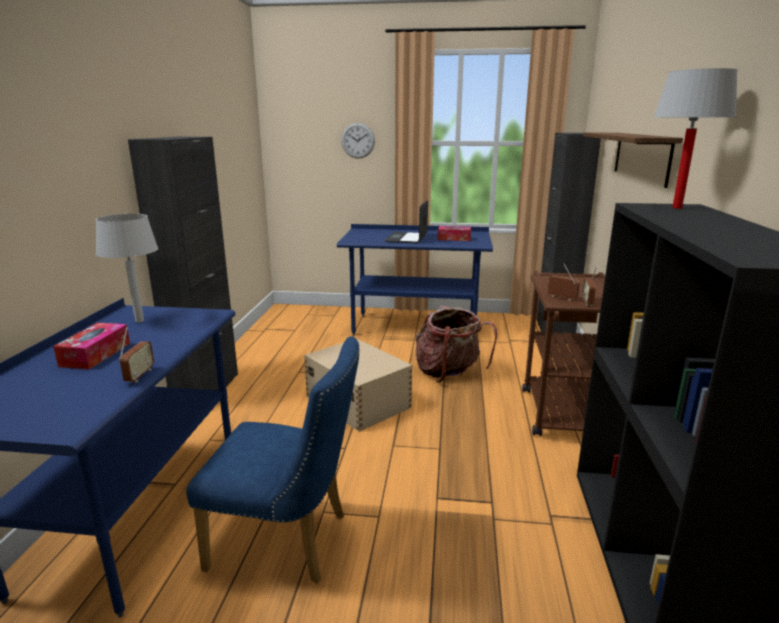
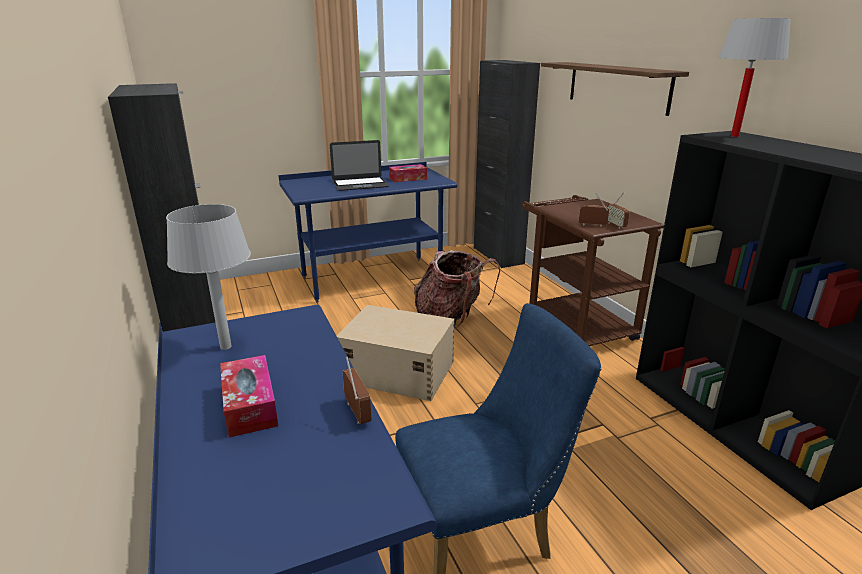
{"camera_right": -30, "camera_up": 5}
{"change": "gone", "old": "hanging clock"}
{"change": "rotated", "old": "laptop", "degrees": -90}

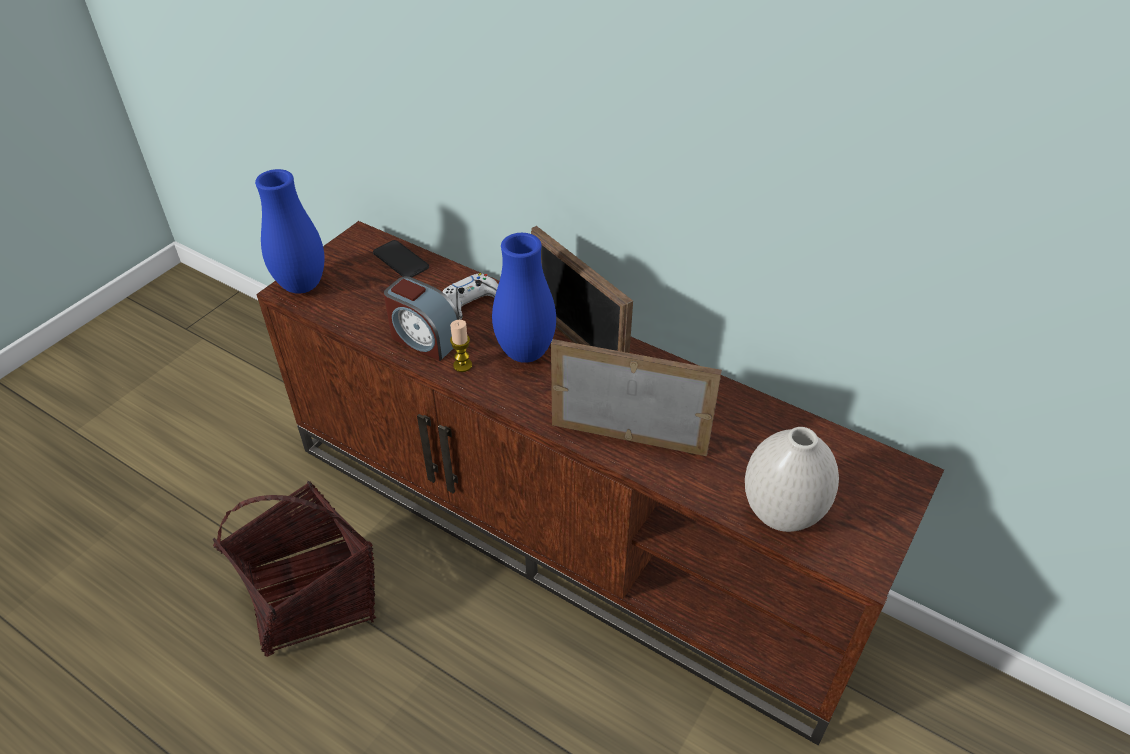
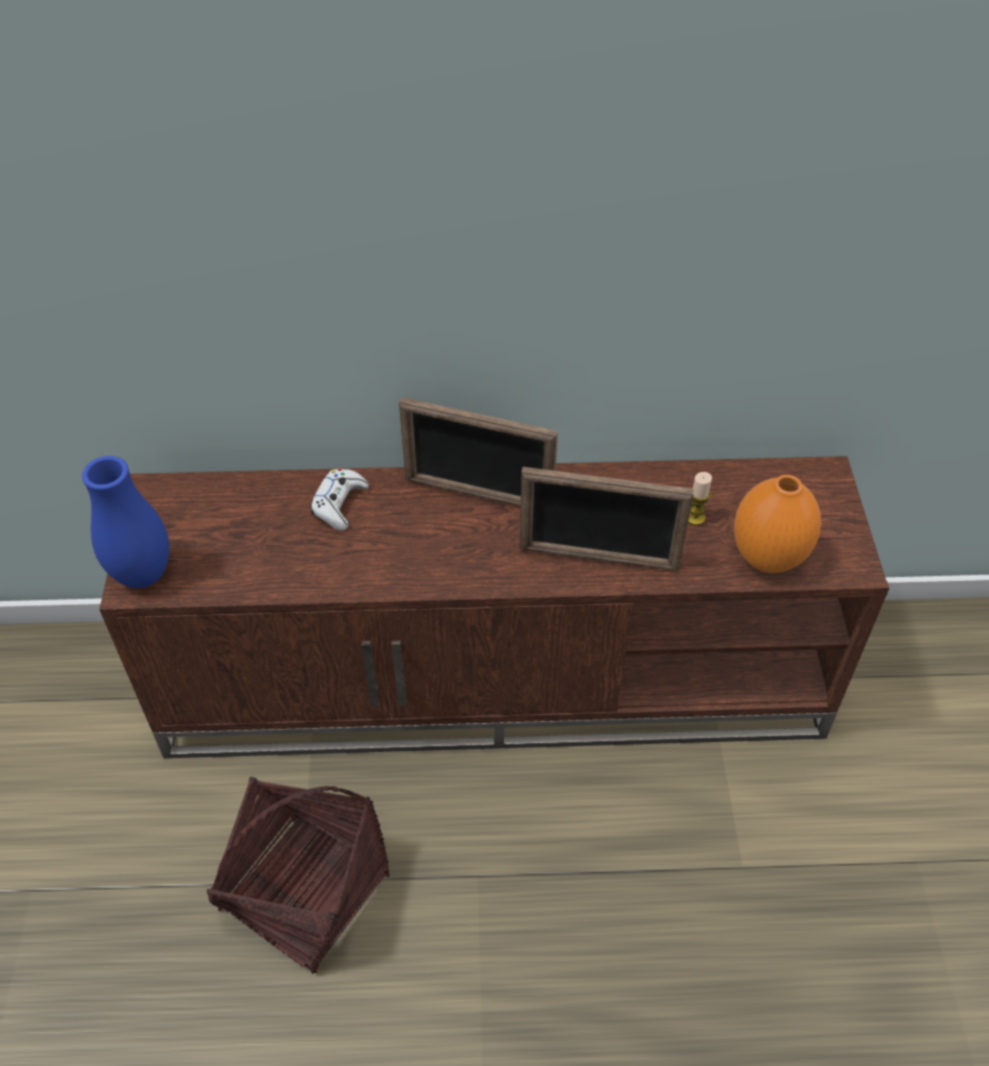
{"camera_right": -35, "camera_up": 5}
{"change": "gone", "old": "handset"}
{"change": "gone", "old": "table clock"}
{"change": "gone", "old": "blue decorative vase (no. 2 from left)"}
{"change": "shifted", "old": "wax light"}
{"change": "repainted", "old": "white-coloured decorative vase", "new": "orangey decorative vase"}
{"change": "rotated", "old": "picture frame (no. 2 from left)", "degrees": -150}

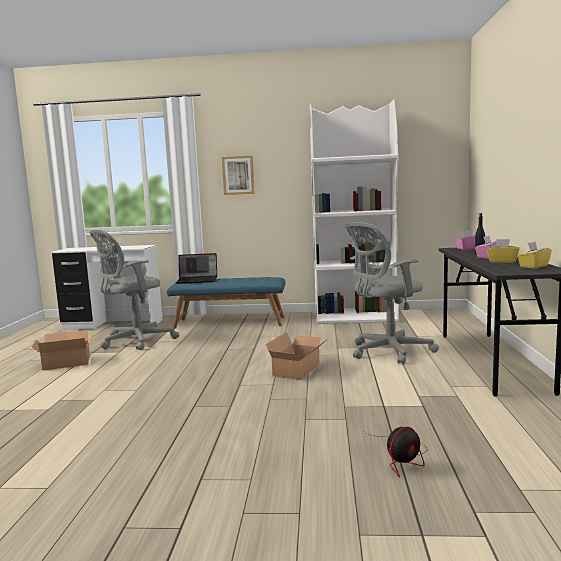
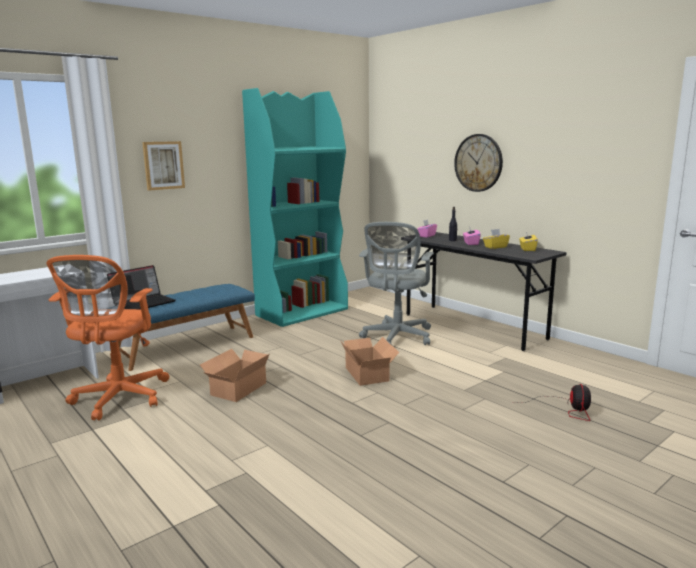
{"camera_right": -45, "camera_up": 5}
{"change": "new", "new": "hanging clock"}
{"change": "shifted", "old": "cardboard box (no. 1 from left)"}
{"change": "repainted", "old": "grey office chair (no. 1 from left)", "new": "orangey office chair"}
{"change": "repainted", "old": "white-coloured bookcase", "new": "turquoise bookcase"}

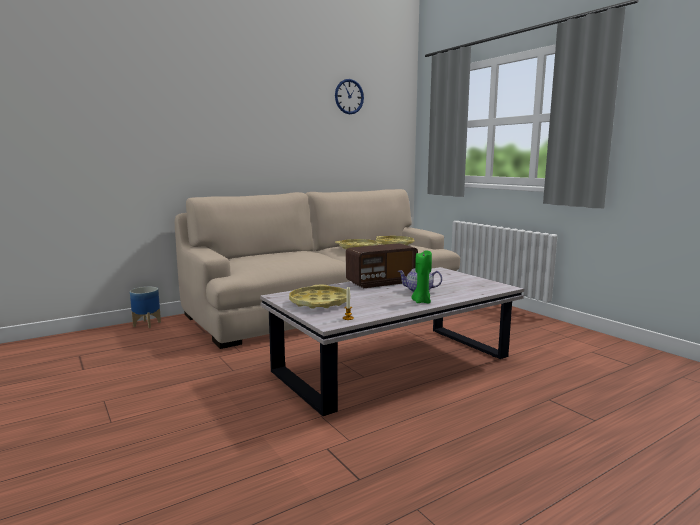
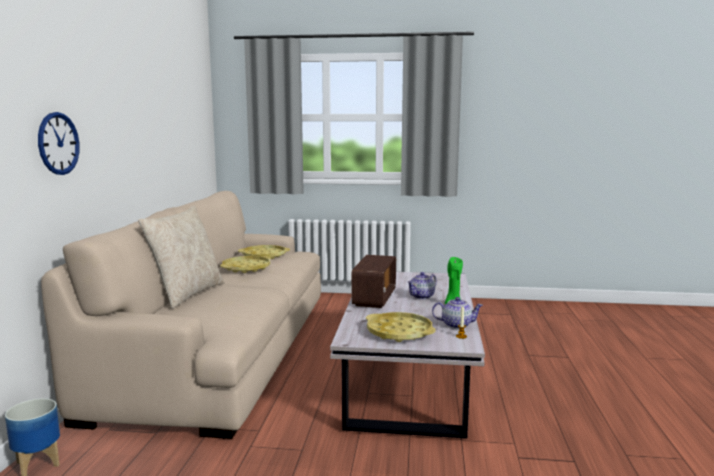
{"camera_right": -50, "camera_up": 0}
{"change": "new", "new": "beige throw pillow"}
{"change": "new", "new": "tea pot (no. 2 from left)"}
{"change": "shifted", "old": "hanging clock"}

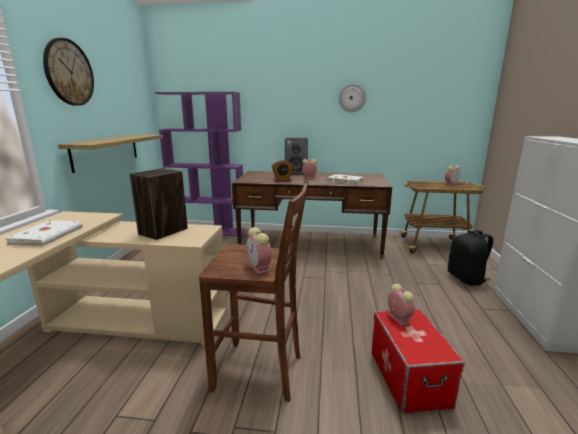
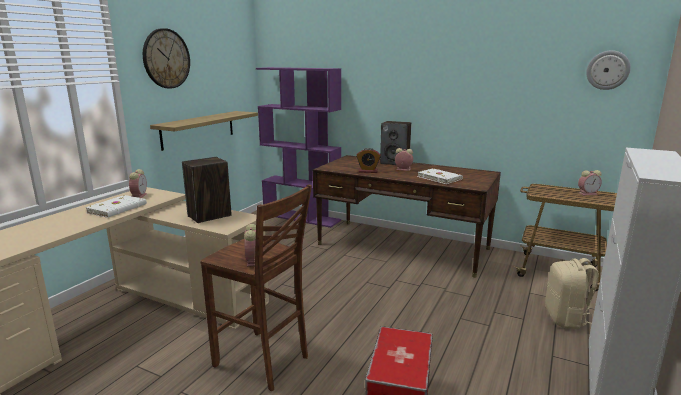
{"camera_right": 20, "camera_up": 0}
{"change": "shifted", "old": "hanging clock (no. 2 from left)"}
{"change": "shifted", "old": "table clock (no. 4 from left in the first image)", "new": "table clock (no. 1 from left)"}
{"change": "repainted", "old": "black-coloured rucksack", "new": "beige rucksack"}

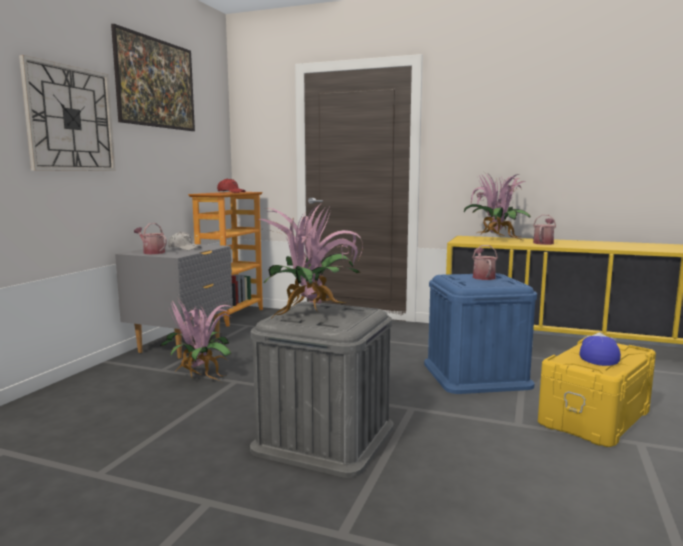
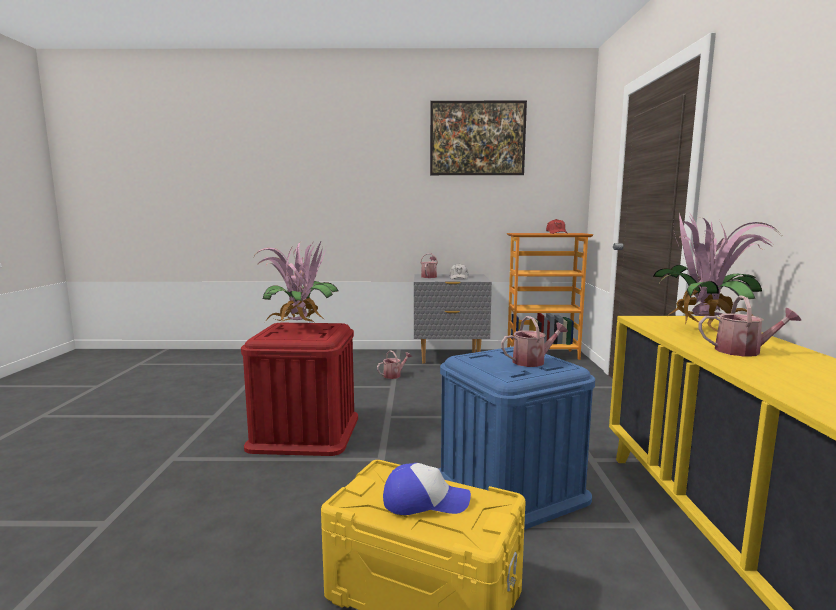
{"camera_right": 70, "camera_up": 0}
{"change": "gone", "old": "hanging clock"}
{"change": "swapped", "old": "potted plant (no. 1 from left)", "new": "watering pot (no. 1 from left)"}
{"change": "repainted", "old": "grey storage bin", "new": "red-coloured storage bin"}

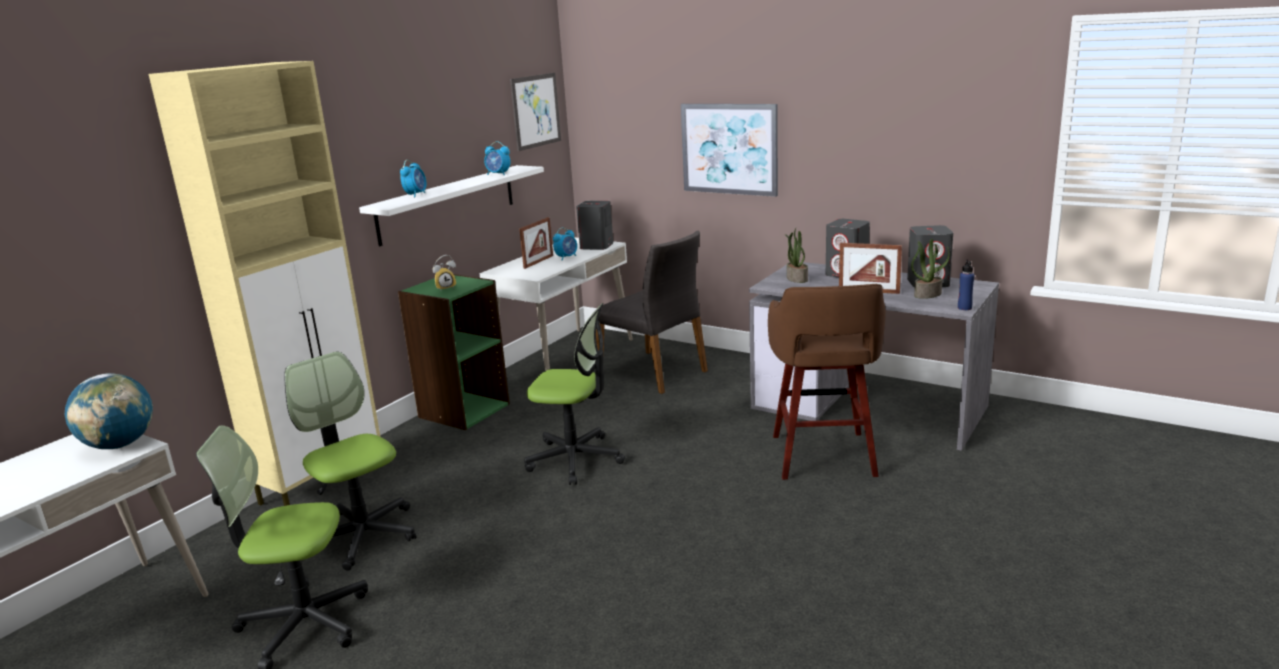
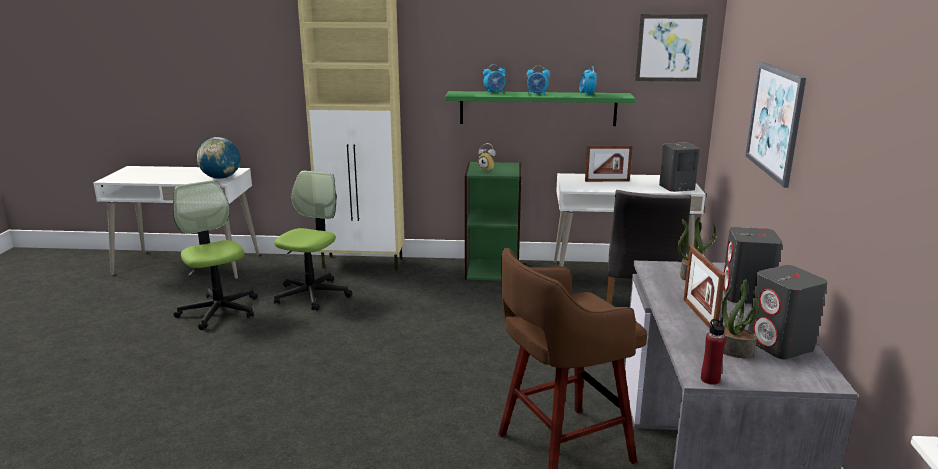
{"camera_right": 60, "camera_up": 0}
{"change": "gone", "old": "office chair (no. 3 from left)"}
{"change": "shifted", "old": "table clock (no. 4 from left in the first image)", "new": "table clock (no. 3 from left)"}
{"change": "repainted", "old": "white-coloured wall shelf", "new": "green-coloured wall shelf"}
{"change": "repainted", "old": "blue bottle", "new": "red-coloured bottle"}

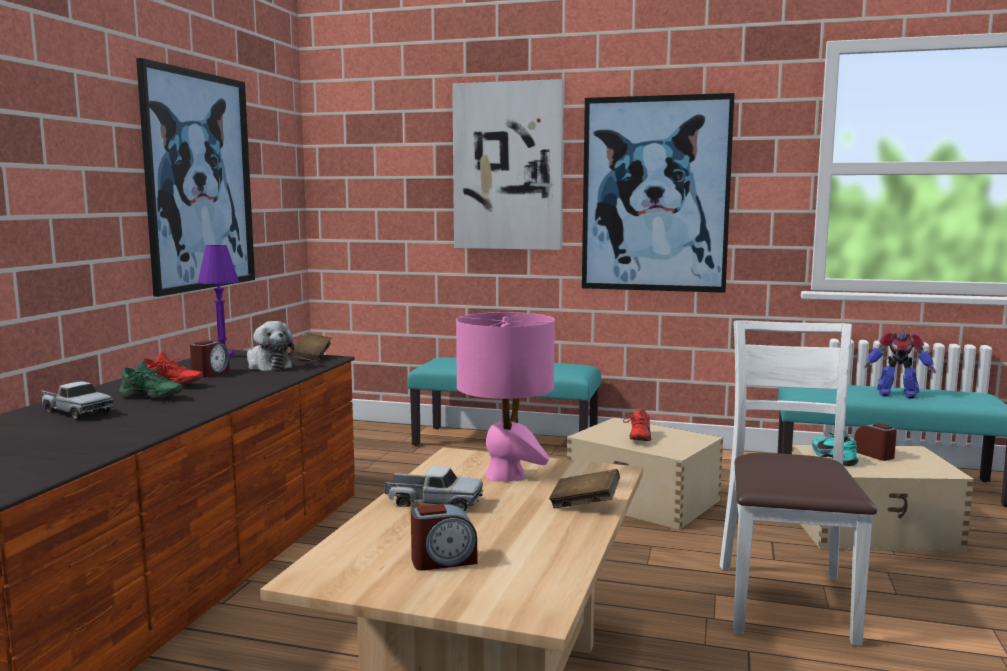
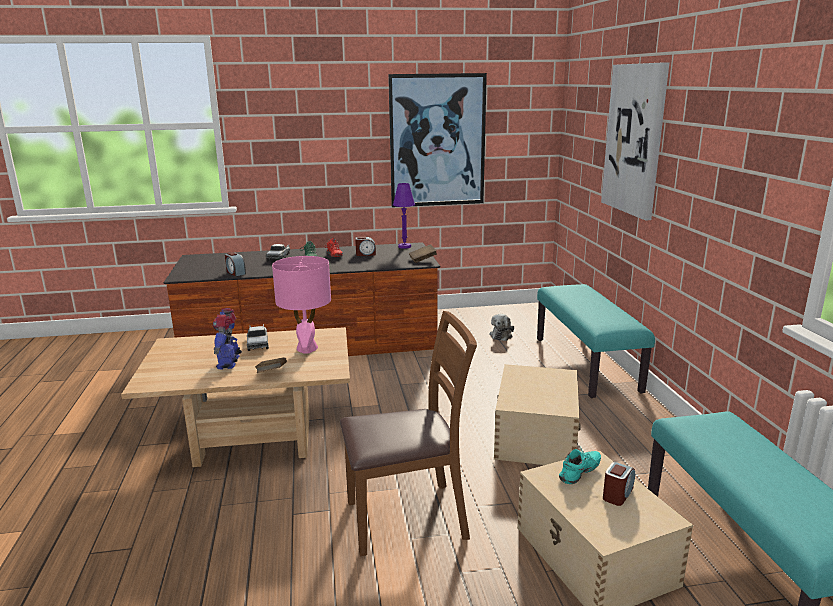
{"camera_right": 65, "camera_up": 10}
{"change": "gone", "old": "picture (no. 3 from left)"}
{"change": "gone", "old": "red-coloured low shoe (no. 2 from left)"}
{"change": "shifted", "old": "soft toy"}
{"change": "shifted", "old": "table clock (no. 2 from left in the first image)", "new": "table clock (no. 1 from left)"}
{"change": "shifted", "old": "model robot"}
{"change": "repainted", "old": "white-coloured upright chair", "new": "brown-coloured upright chair"}

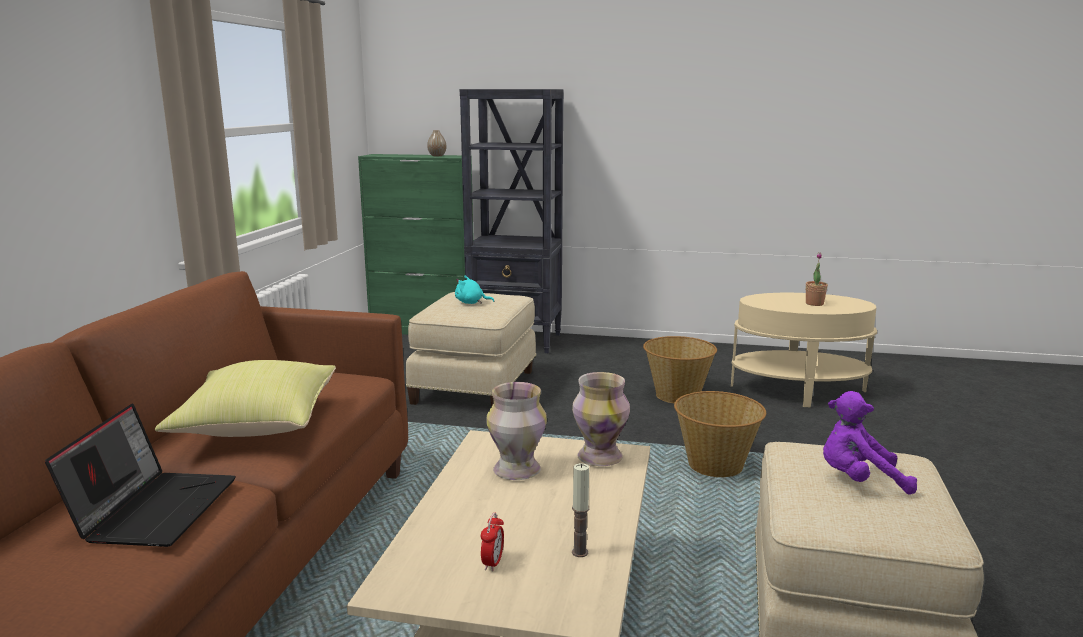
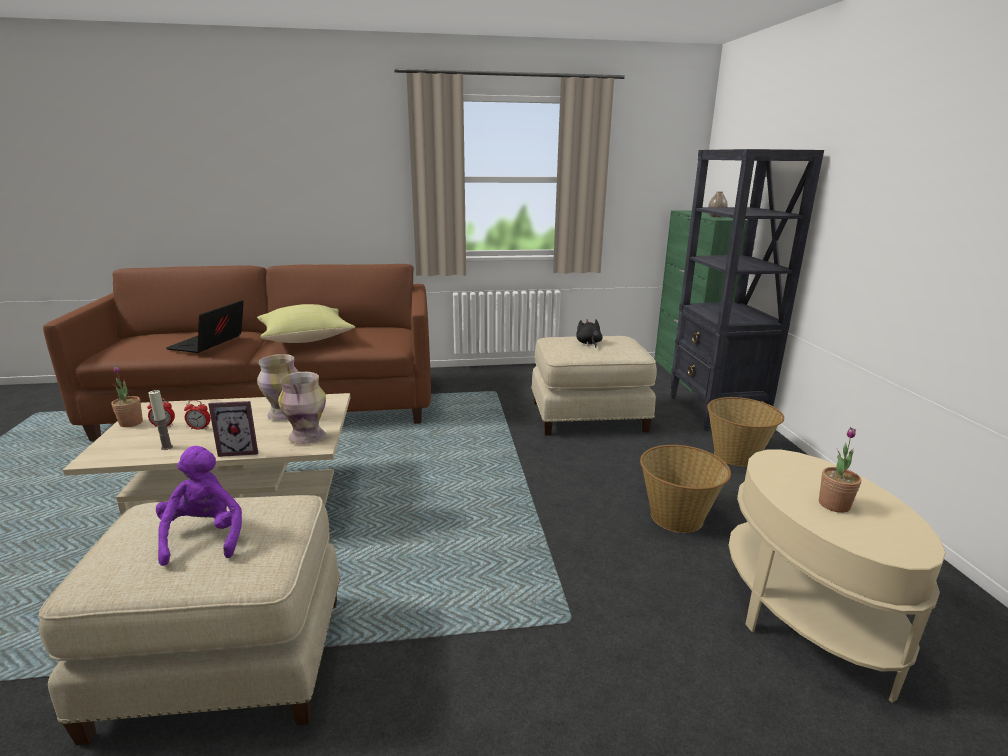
{"camera_right": 70, "camera_up": 5}
{"change": "new", "new": "potted plant (no. 1 from left)"}
{"change": "new", "new": "table clock (no. 2 from left)"}
{"change": "new", "new": "picture frame"}
{"change": "shifted", "old": "storage basket (no. 2 from left)"}
{"change": "repainted", "old": "turquoise soft toy", "new": "black-coloured soft toy"}
{"change": "rotated", "old": "laptop", "degrees": 120}

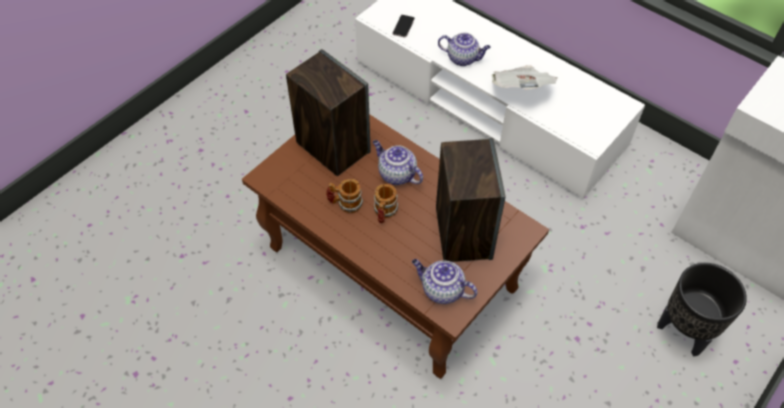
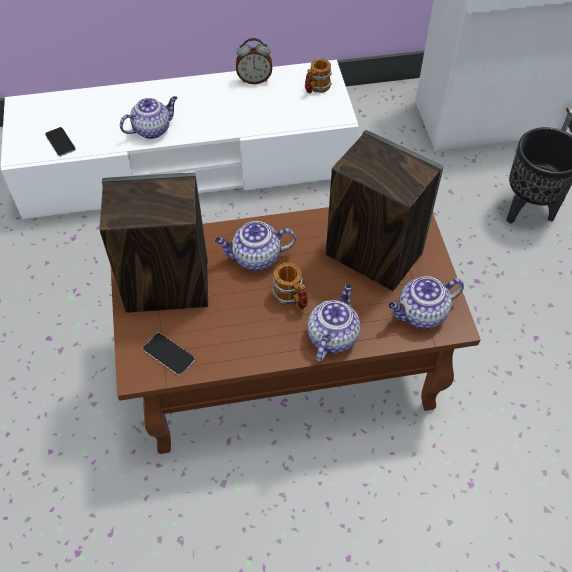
{"camera_right": -50, "camera_up": 0}
{"change": "gone", "old": "daily paper"}
{"change": "new", "new": "handset (no. 2 from left)"}
{"change": "new", "new": "table clock"}
{"change": "new", "new": "tea pot (no. 3 from left)"}
{"change": "shifted", "old": "mug (no. 1 from left in the first image)", "new": "mug (no. 2 from left)"}

